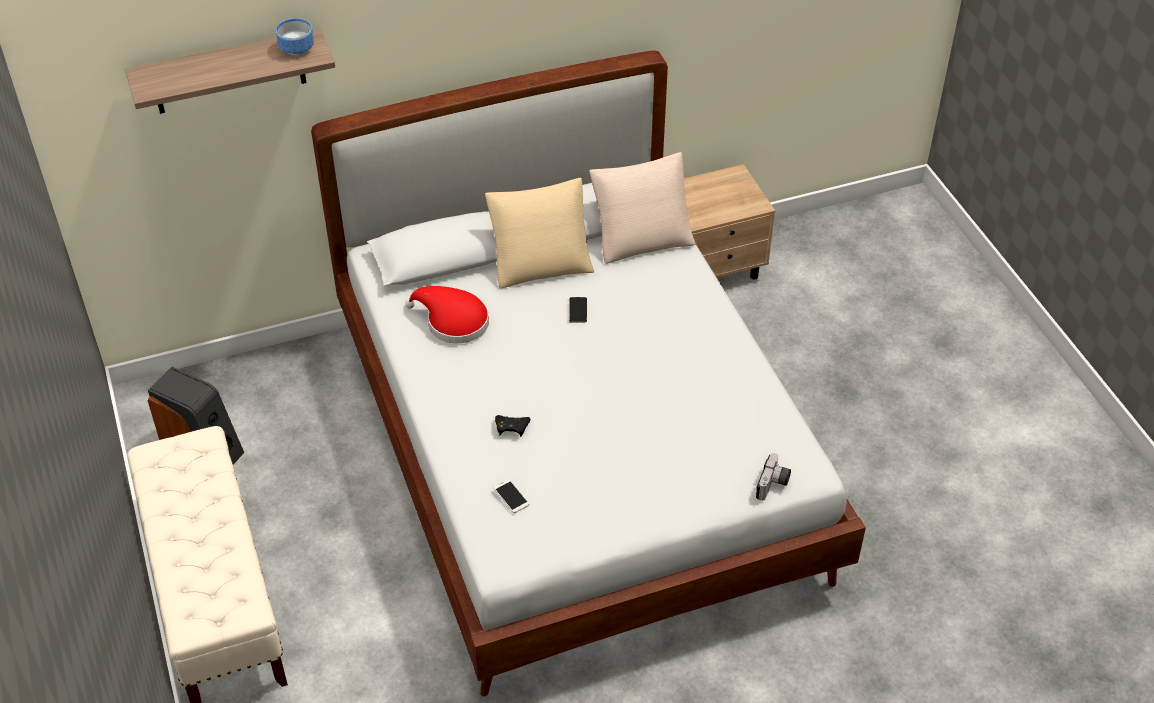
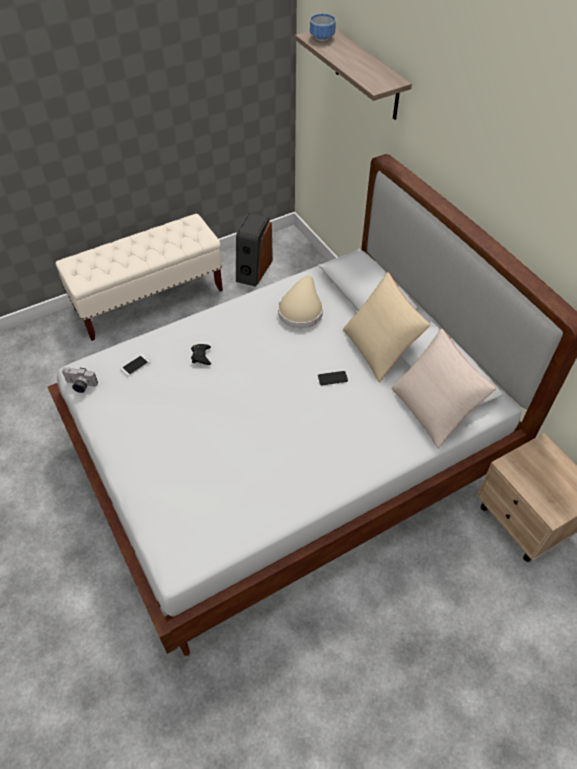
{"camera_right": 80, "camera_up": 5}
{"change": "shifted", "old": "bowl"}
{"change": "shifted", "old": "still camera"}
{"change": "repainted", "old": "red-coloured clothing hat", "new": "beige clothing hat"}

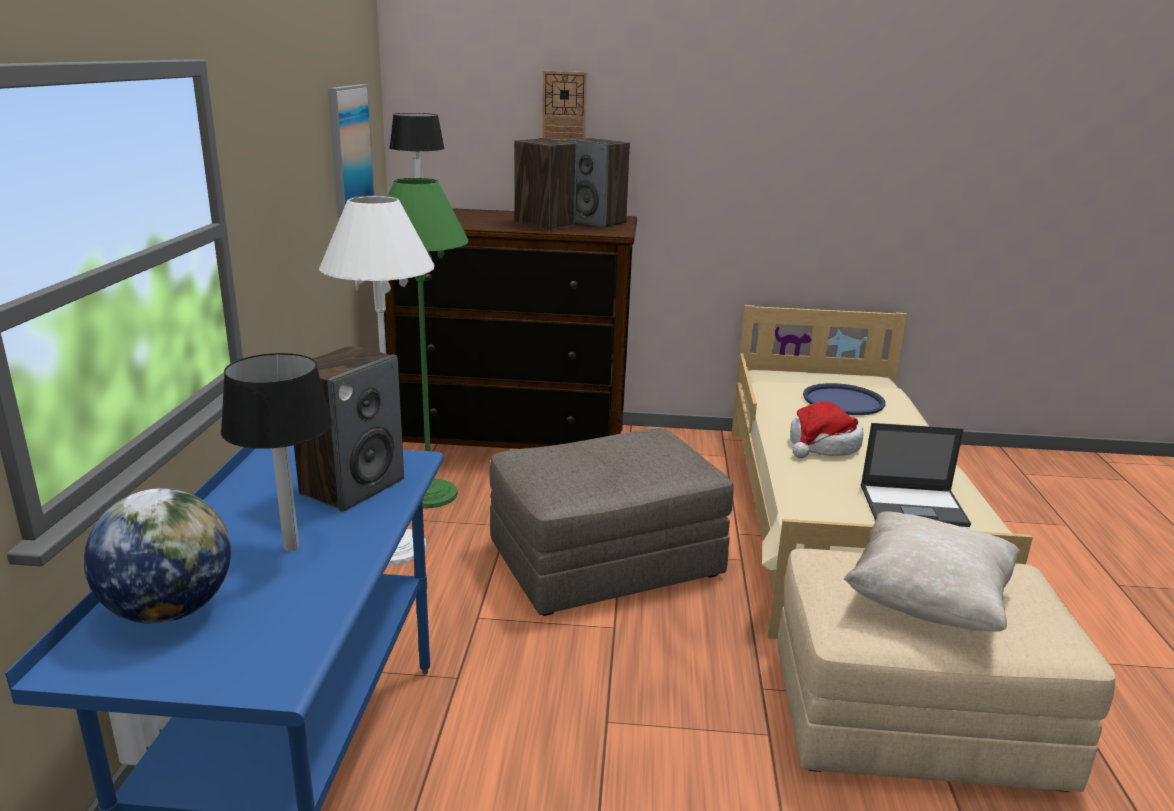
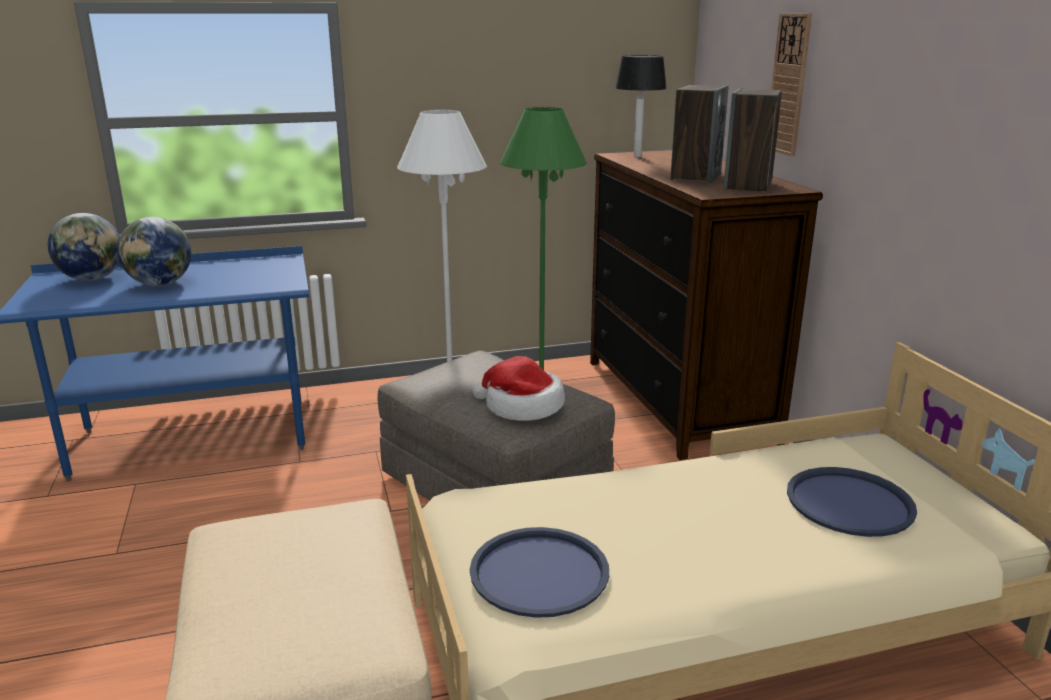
{"camera_right": 70, "camera_up": 0}
{"change": "gone", "old": "speaker (no. 1 from left)"}
{"change": "gone", "old": "picture"}
{"change": "gone", "old": "beige throw pillow"}
{"change": "shifted", "old": "clothing hat"}
{"change": "swapped", "old": "table lamp (no. 1 from left)", "new": "world globe (no. 2 from left)"}
{"change": "swapped", "old": "laptop", "new": "blue serving tray (no. 1 from left)"}

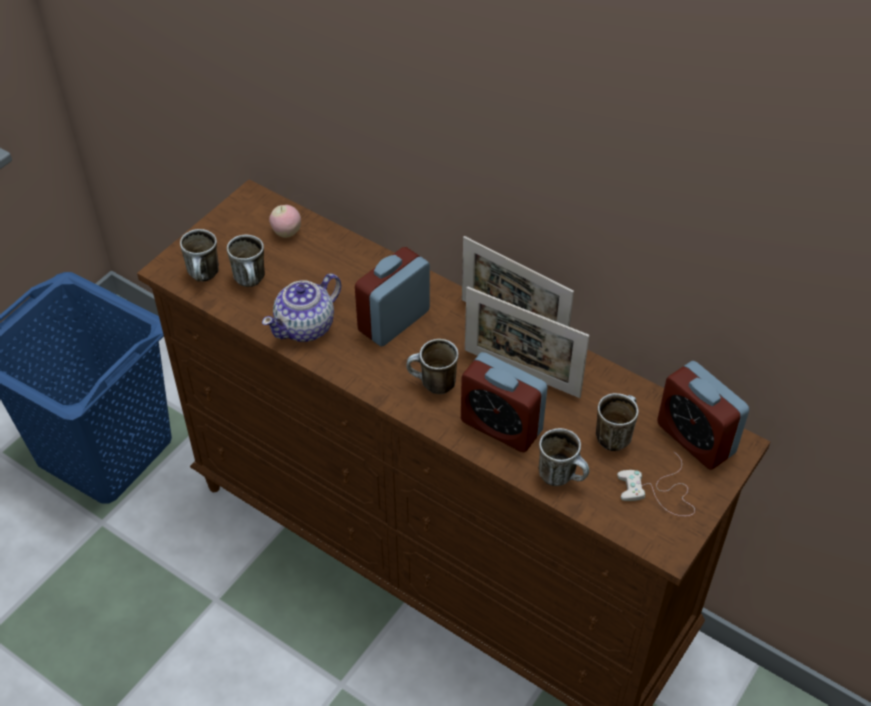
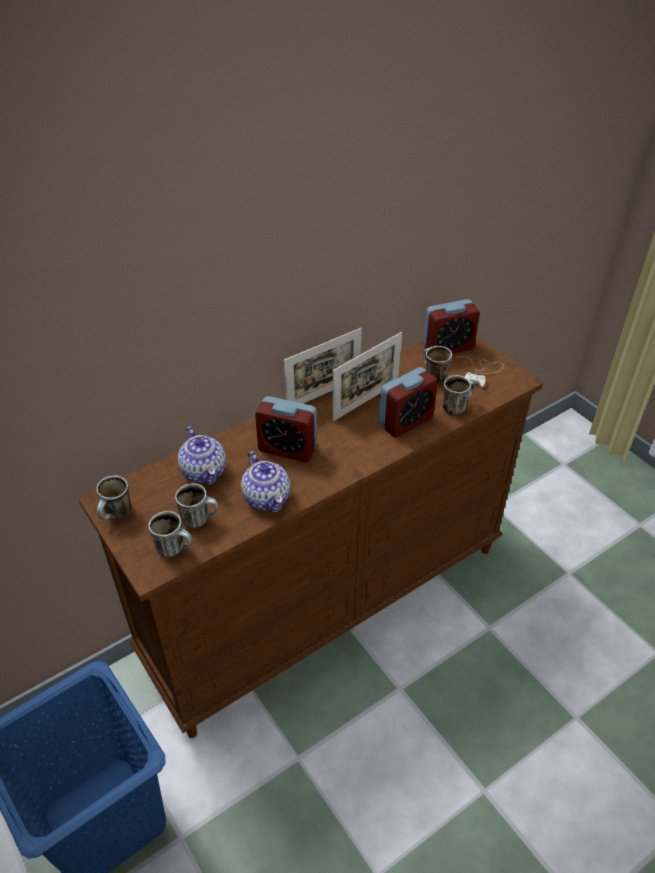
{"camera_right": -70, "camera_up": -5}
{"change": "gone", "old": "apple fruit"}
{"change": "new", "new": "tea pot (no. 1 from left)"}
{"change": "shifted", "old": "mug (no. 3 from left in the first image)", "new": "mug (no. 1 from left)"}
{"change": "rotated", "old": "table clock (no. 1 from left)", "degrees": -45}

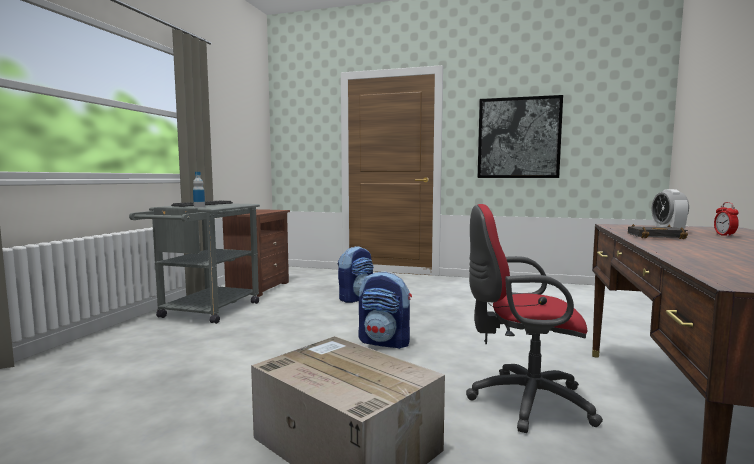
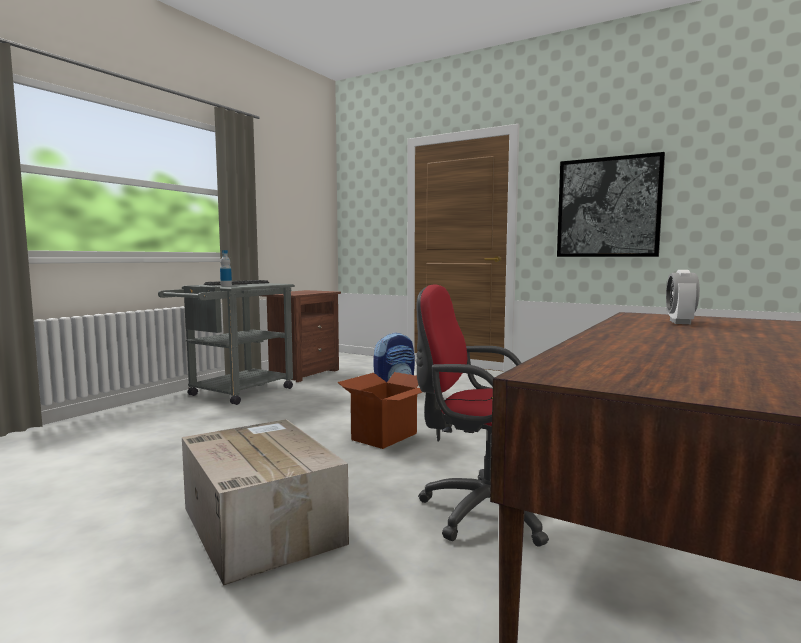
{"camera_right": 15, "camera_up": 0}
{"change": "gone", "old": "black-coloured volume"}
{"change": "gone", "old": "table clock (no. 2 from left)"}
{"change": "swapped", "old": "rucksack (no. 2 from left)", "new": "cardboard box (no. 2 from left)"}

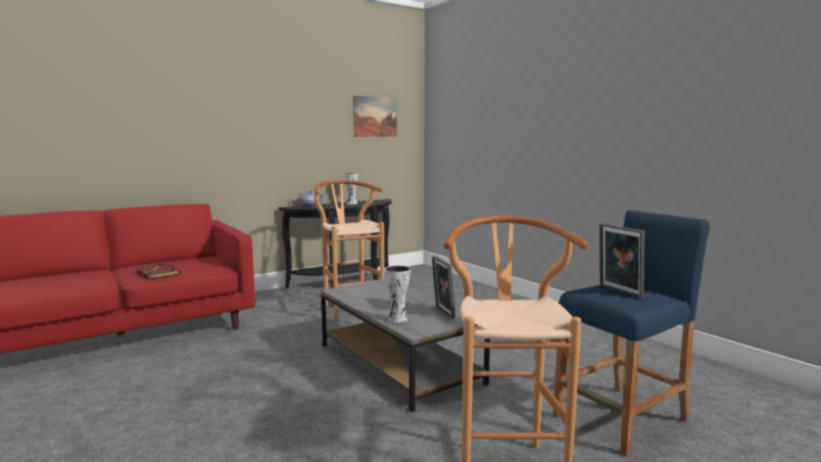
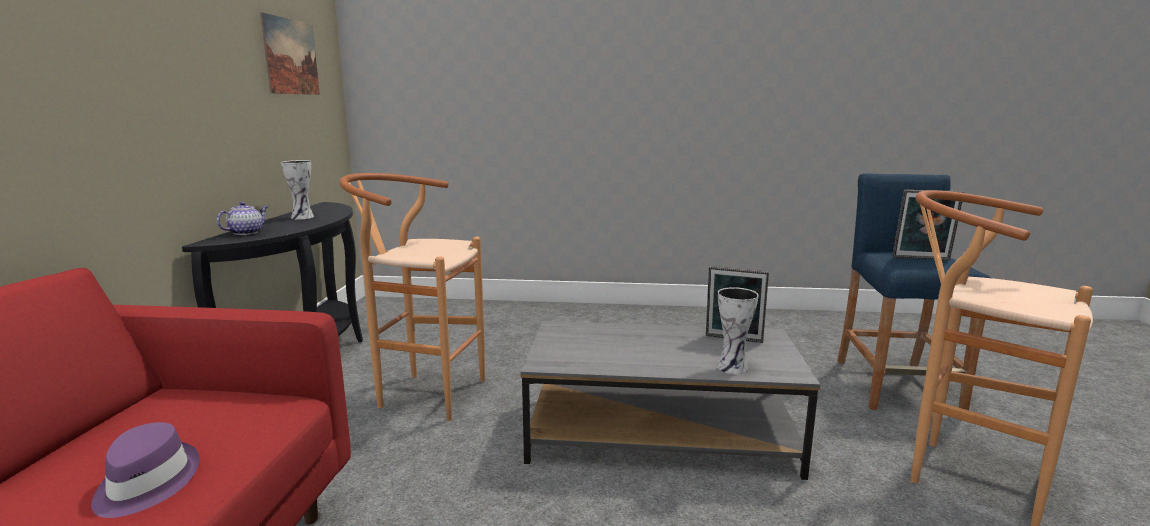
{"camera_right": -50, "camera_up": 5}
{"change": "swapped", "old": "volume", "new": "purplish clothing hat"}

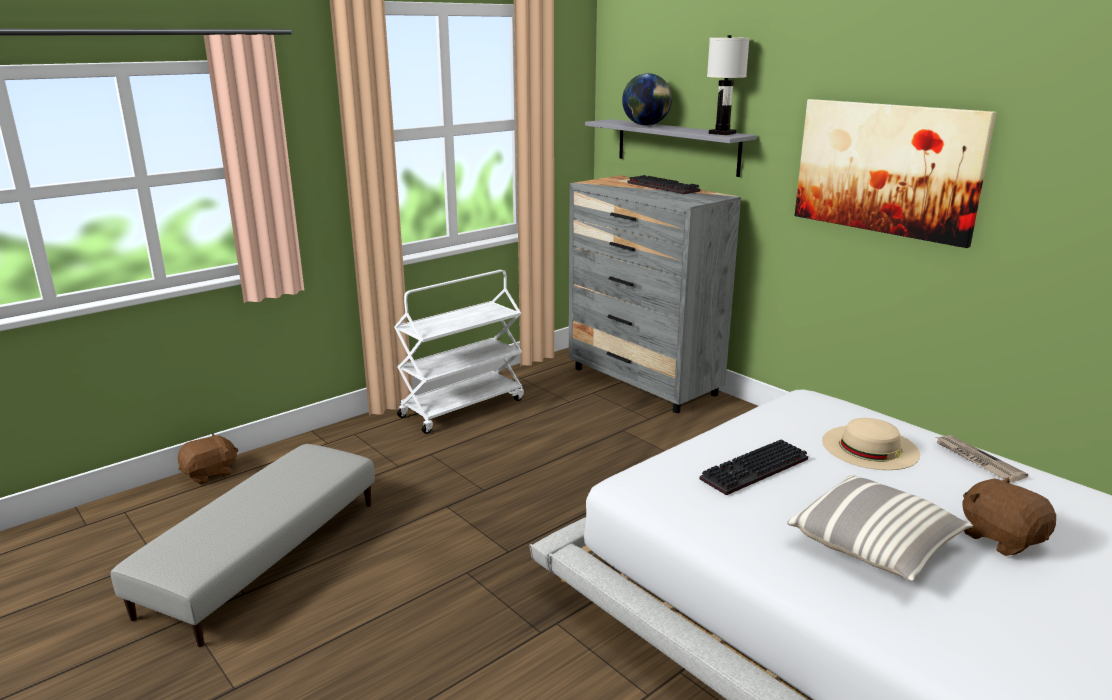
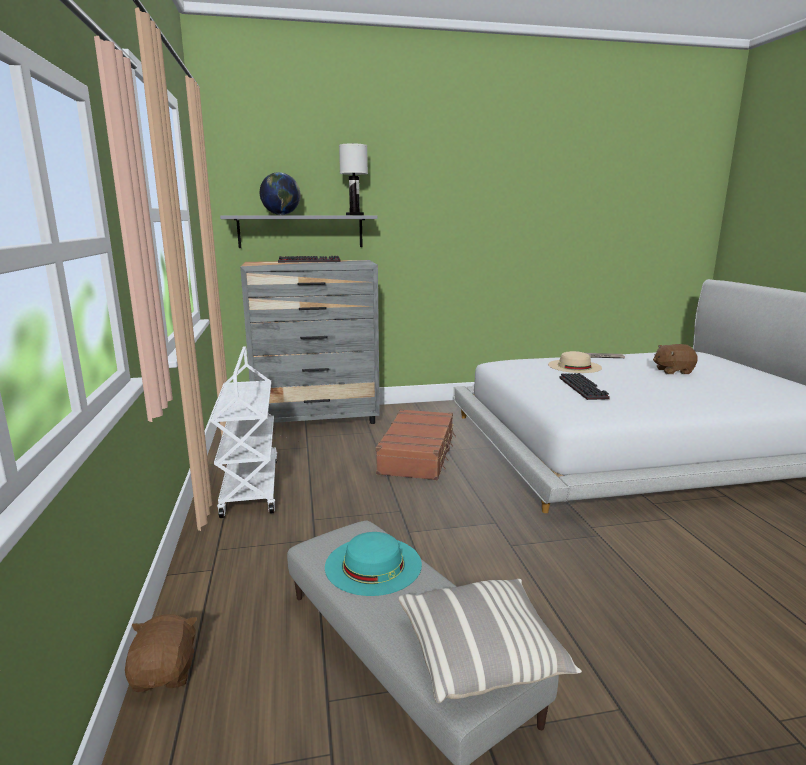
{"camera_right": -60, "camera_up": -5}
{"change": "gone", "old": "picture"}
{"change": "new", "new": "turquoise clothing hat"}
{"change": "new", "new": "brown-coloured travel case"}
{"change": "shifted", "old": "throw pillow"}

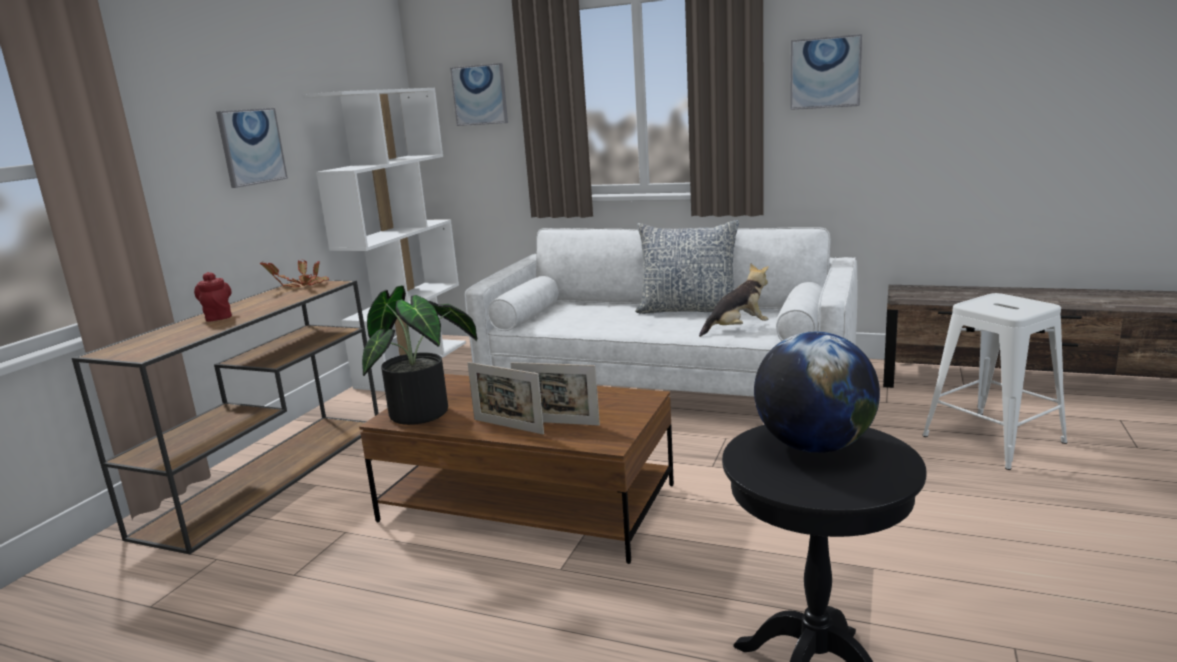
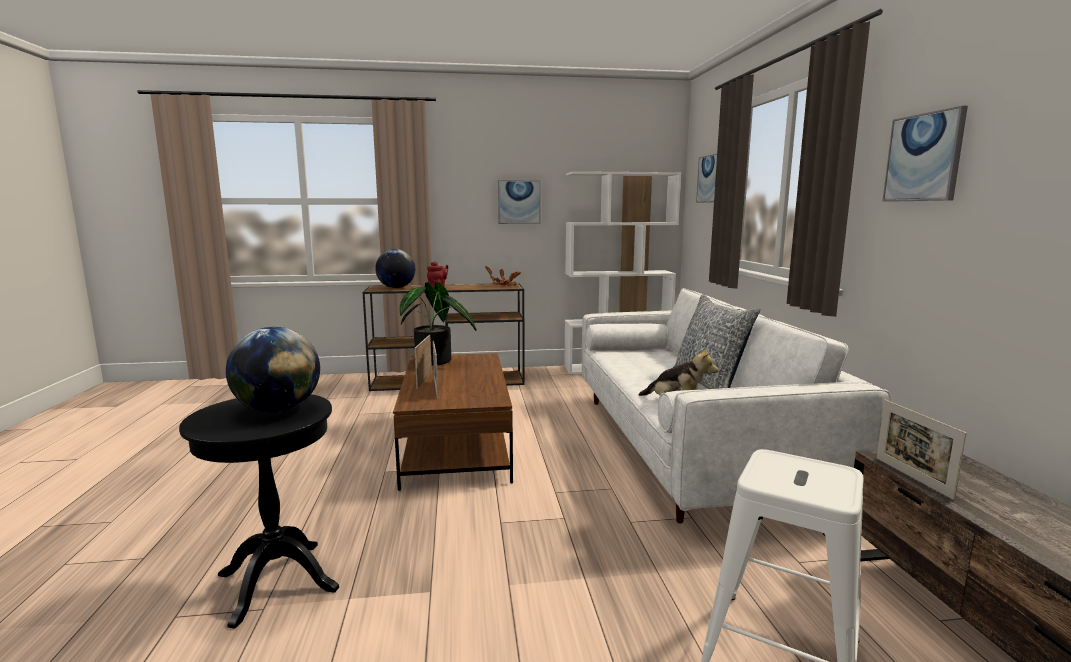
{"camera_right": 60, "camera_up": -5}
{"change": "new", "new": "world globe (no. 2 from left)"}
{"change": "new", "new": "picture frame (no. 3 from left)"}

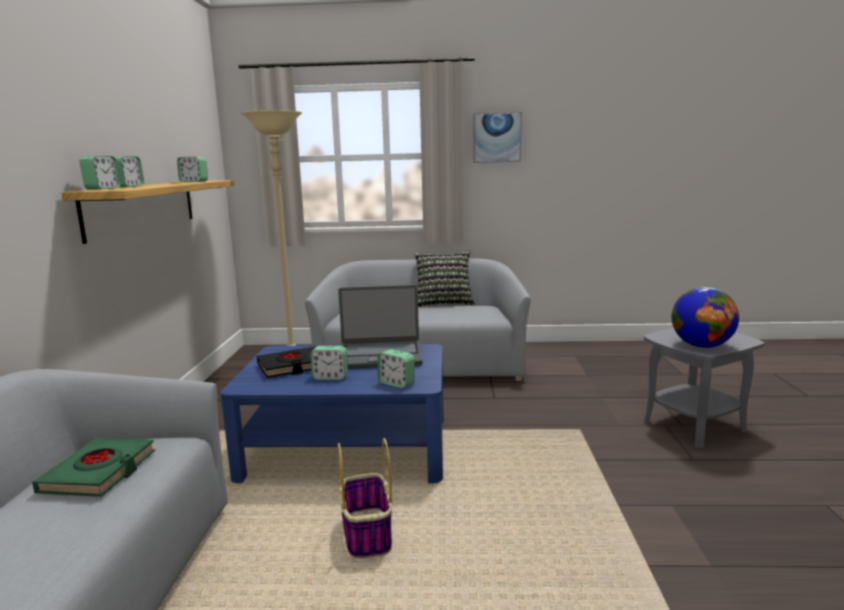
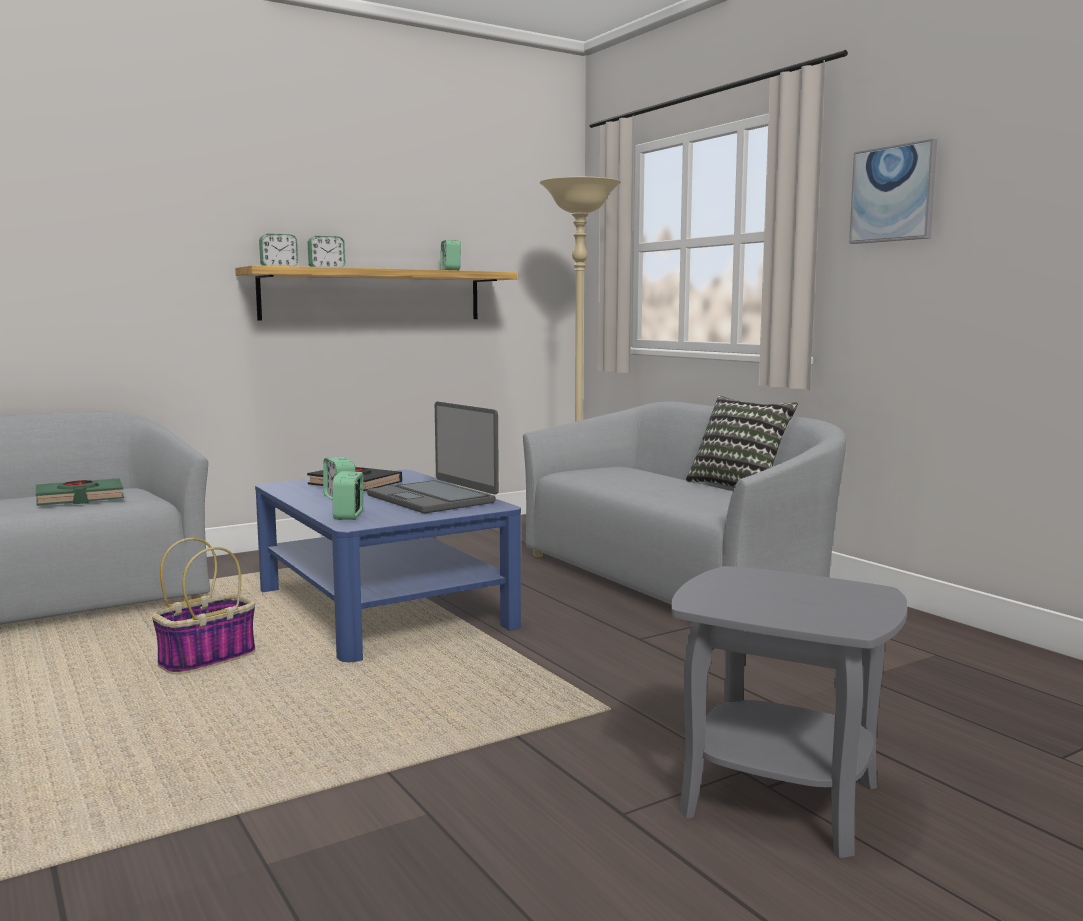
{"camera_right": 55, "camera_up": -5}
{"change": "gone", "old": "world globe"}

